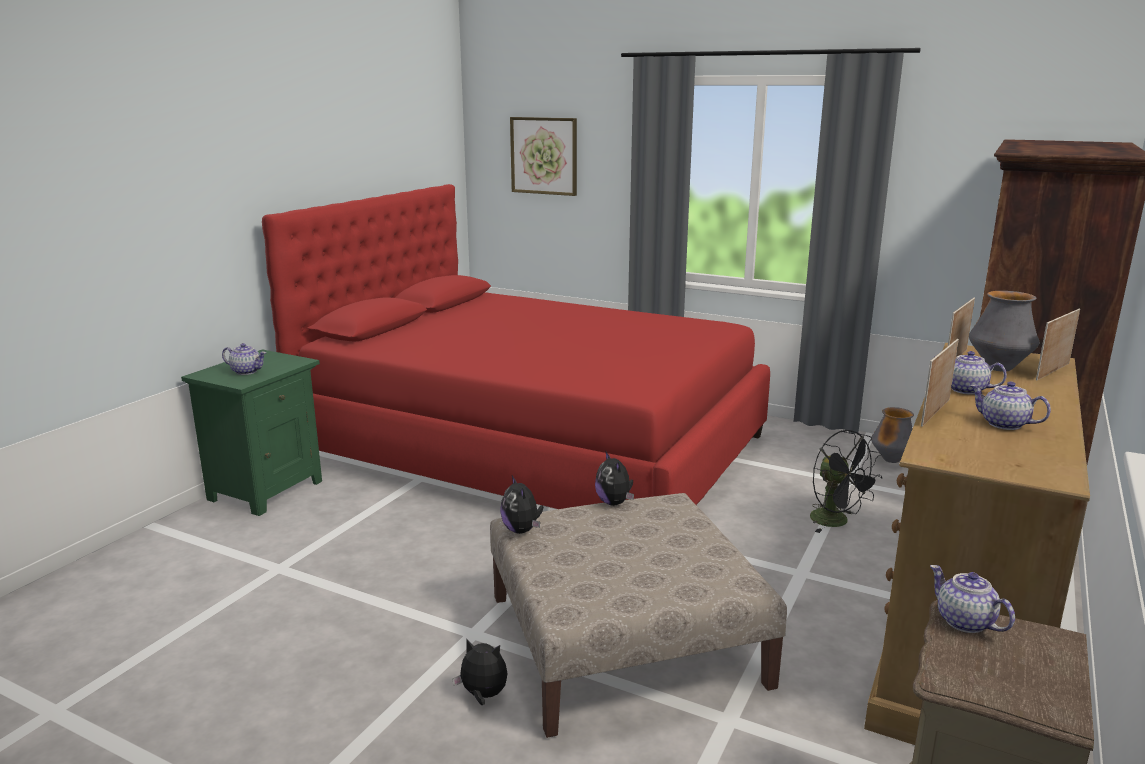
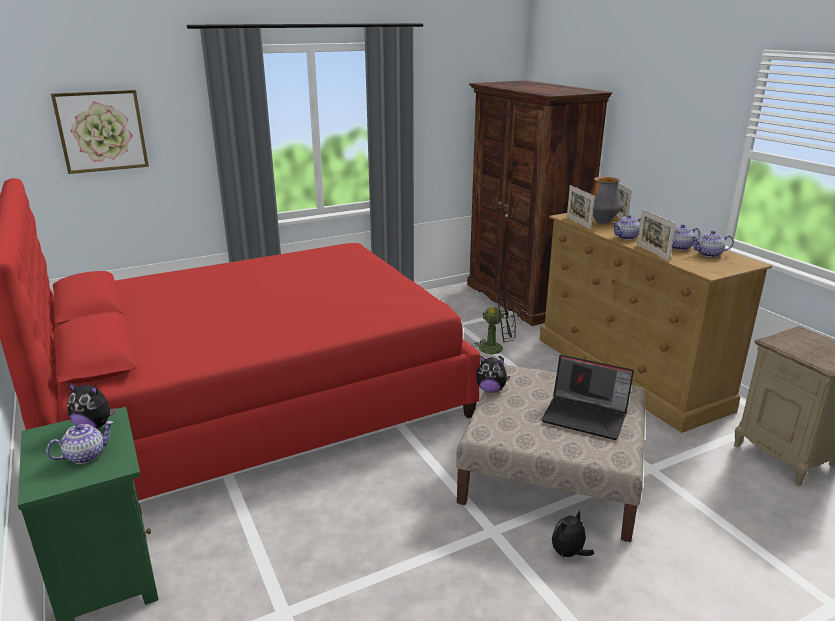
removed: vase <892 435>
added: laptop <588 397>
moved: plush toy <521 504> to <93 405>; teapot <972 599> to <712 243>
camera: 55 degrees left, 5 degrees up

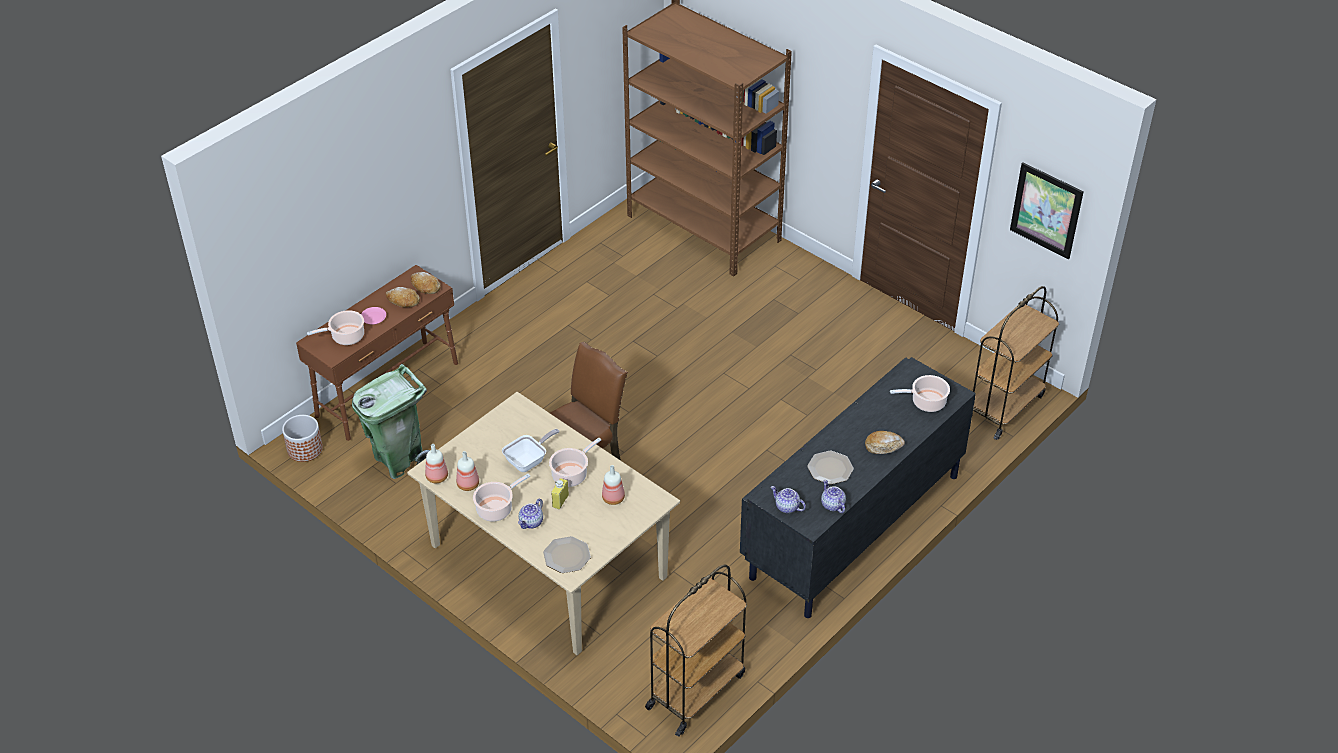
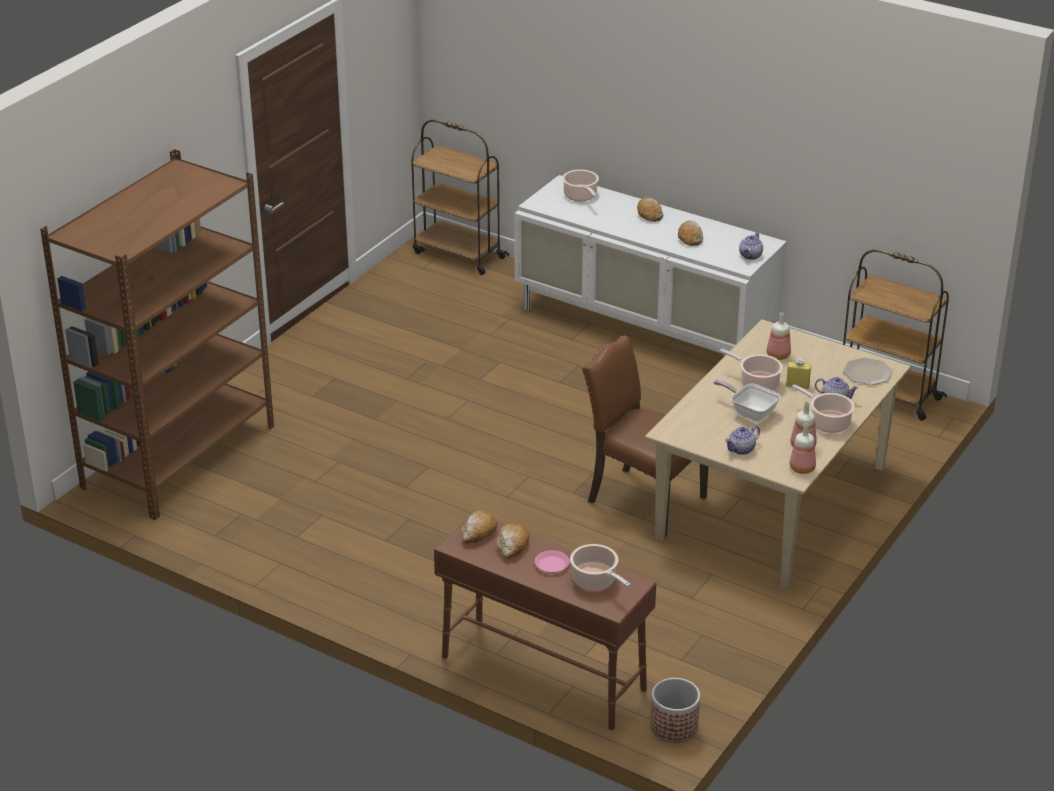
removed: green trash can <391 421>; picture <1047 211>
moved: teapot <833 496> to <742 440>
replaced: plate <830 468> to bread <690 233>
recoloured: black cabinet <858 487> to white cabinet <651 265>
camera: 100 degrees left, 10 degrees down

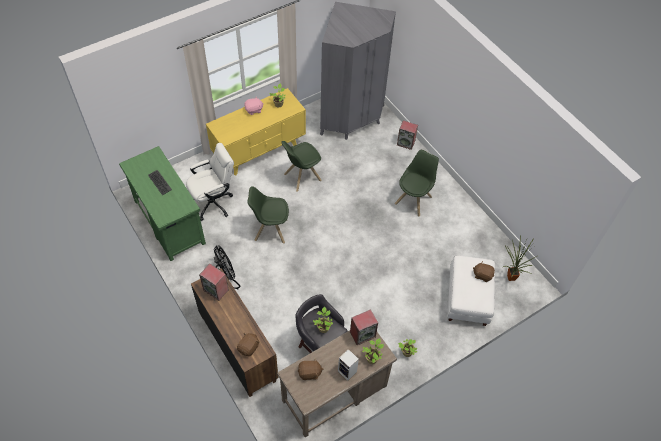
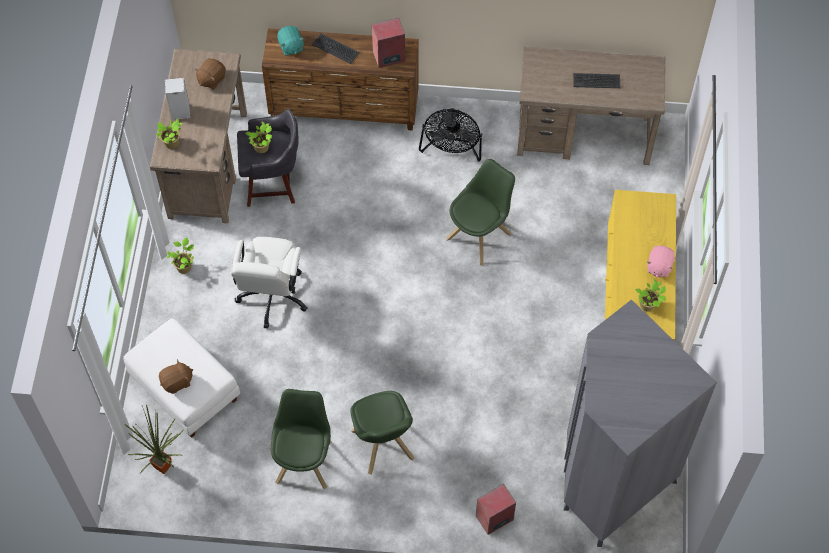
removed: speaker <364 327>
added: keyboard <336 49>
moved: white office chair <210 182> to <269 283>; green chair <301 166> to <301 439>
recoloured: green desk <162 203> to brown desk <591 106>; brown plush toy <248 344> to turquoise plush toy <291 41>
camera: 130 degrees right, 5 degrees up

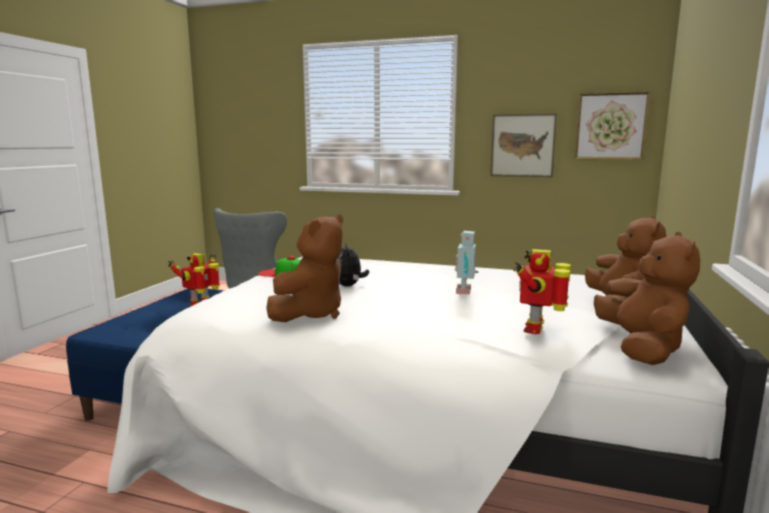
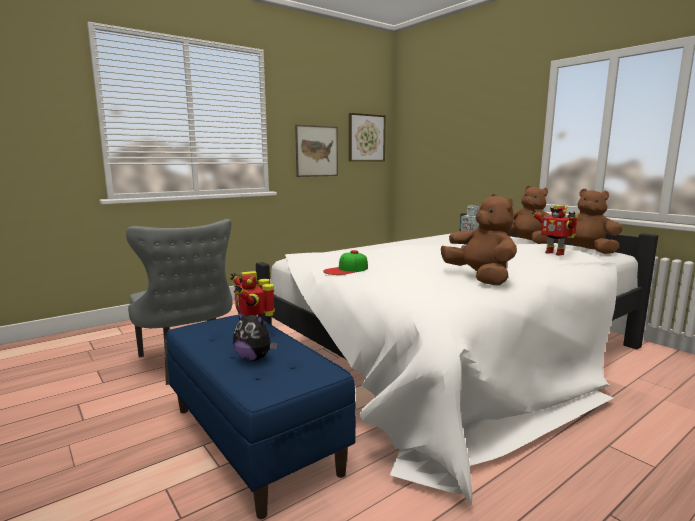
moved: plush toy <353 265> to <255 336>
camera: 55 degrees left, 0 degrees up

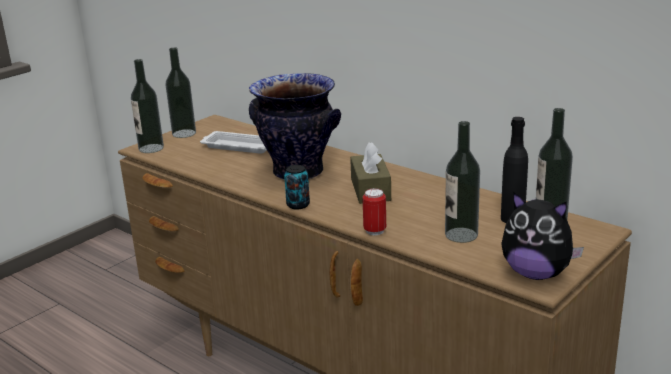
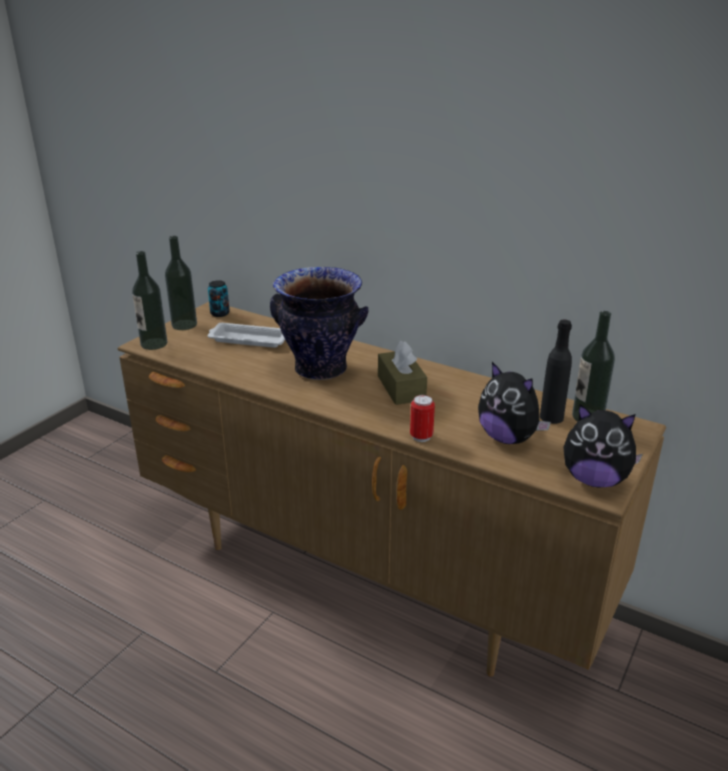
moved: can <297 187> to <219 298>
replaced: bottle <462 182> to plush toy <514 403>
camera: 10 degrees left, 5 degrees up

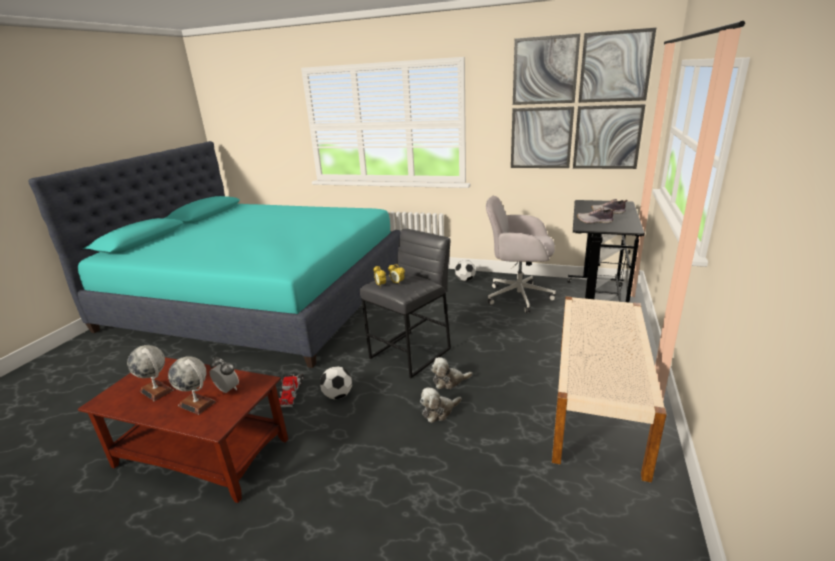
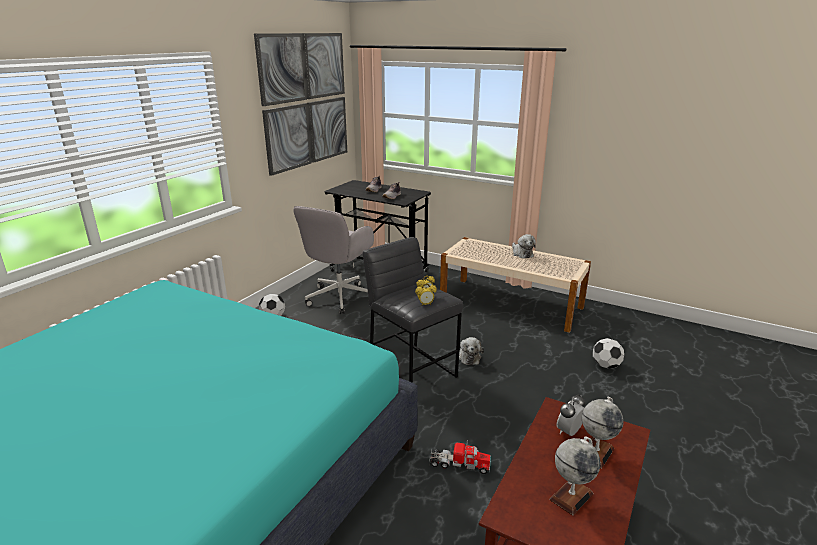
moved: football <336 382> to <608 353>; plush toy <440 405> to <524 246>
camera: 80 degrees left, 0 degrees up

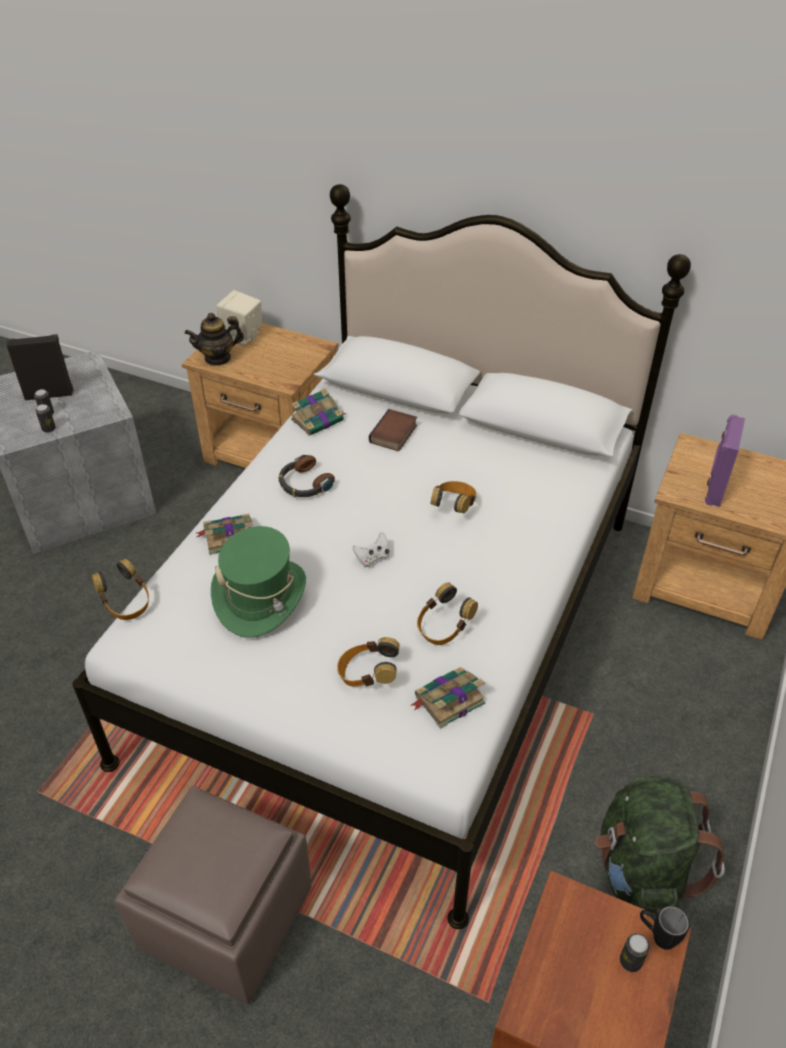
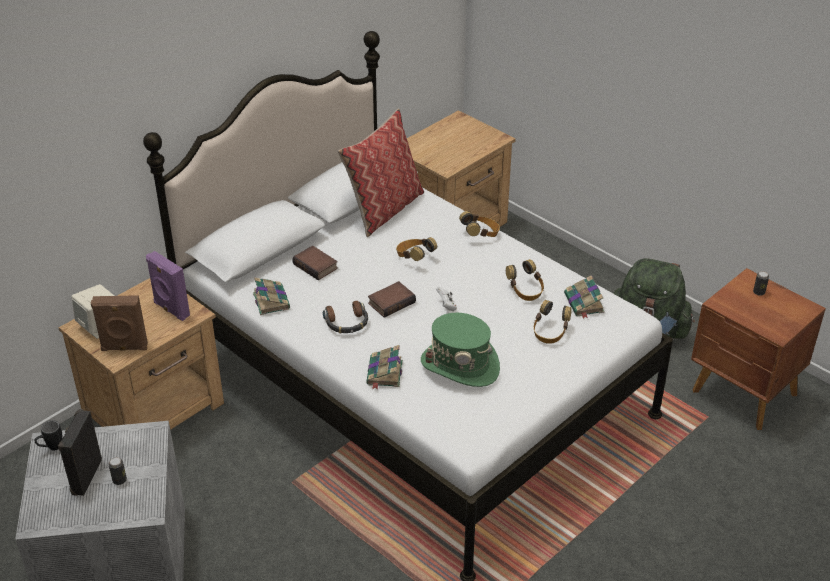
removed: can <45 418>; brown ottoman <212 895>
added: pillow <381 172>; book <392 299>
moved: headphones <120 589> to <479 224>; black mug <664 928> to <48 435>; purple speaker <725 460> to <168 286>
replaced: teapot <214 339> to brown speaker <119 323>
camera: 70 degrees left, 5 degrees down

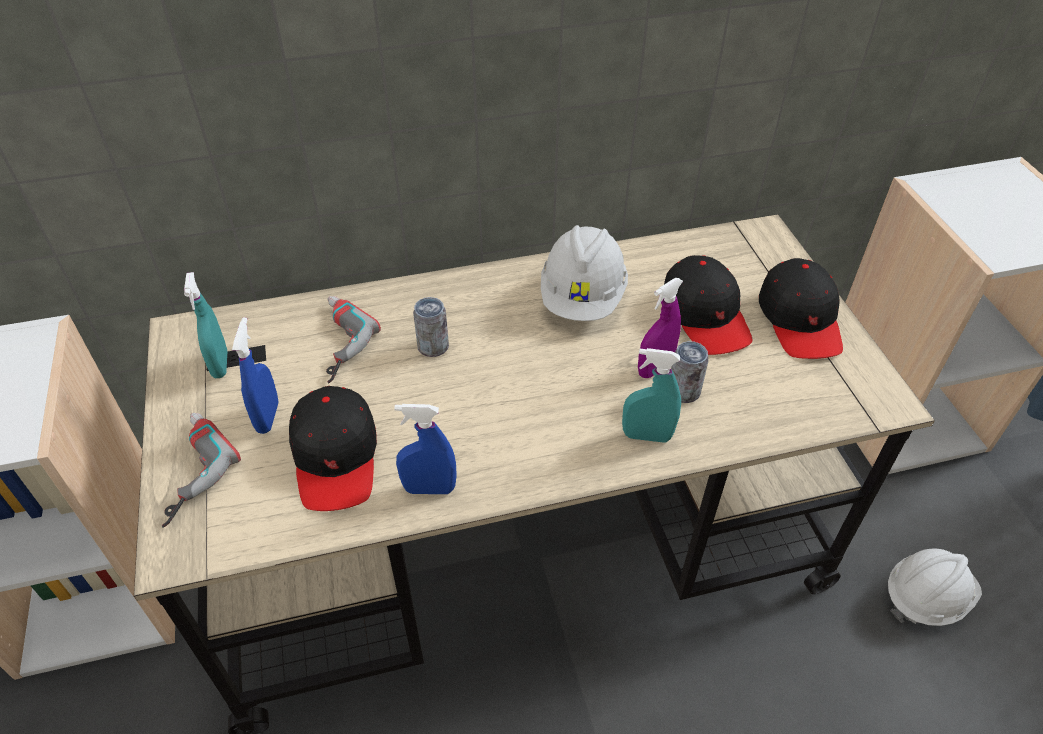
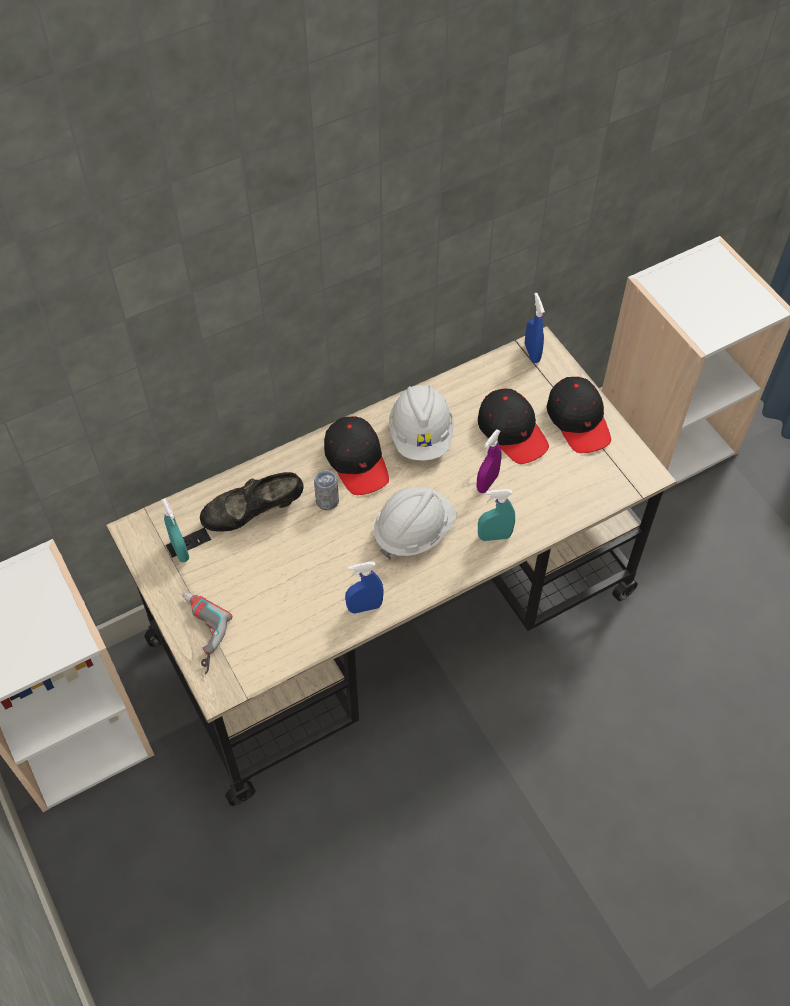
removed: can <690 372>
moved: blue spray bottle <255 375> to <535 328>; black cap <333 448> to <356 455>; white hard hat <935 587> to <415 523>
replaced: power drill <353 340> to black shoe <252 502>
camera: 15 degrees left, 10 degrees up

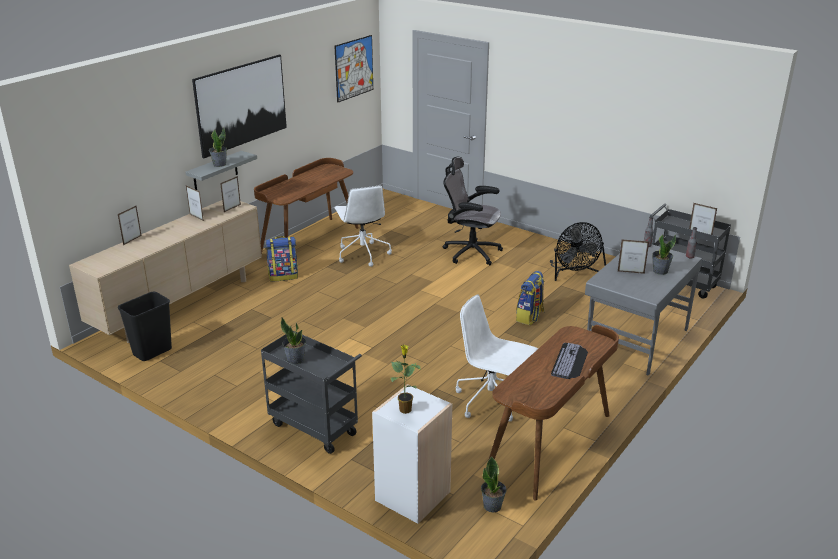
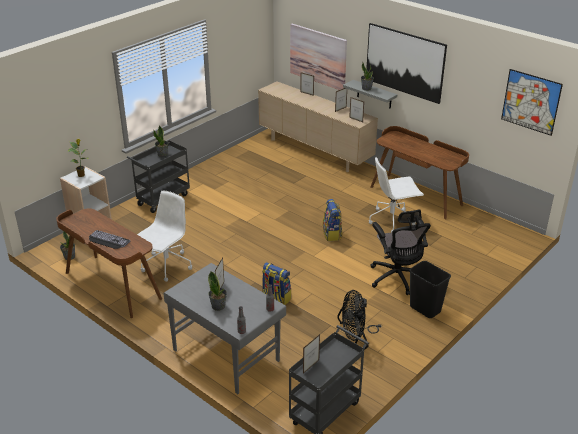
added: picture <318 57>
moved: black trash can <145 326> to <430 289>; backpack <281 258> to <332 220>
turned: office chair <473 211> = <401 252> 135 degrees clockwise
camera: 95 degrees right, 5 degrees up

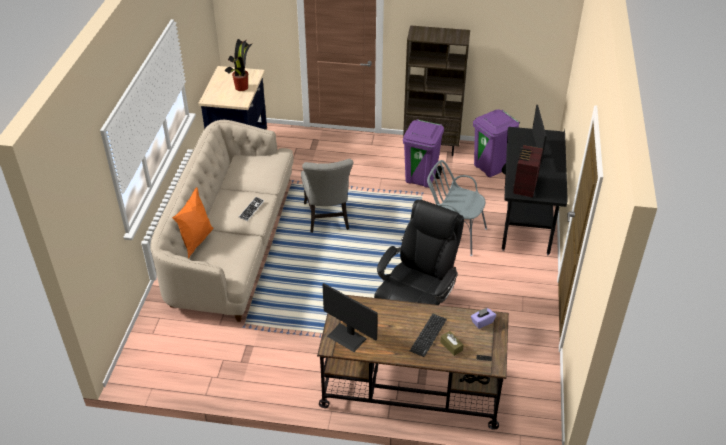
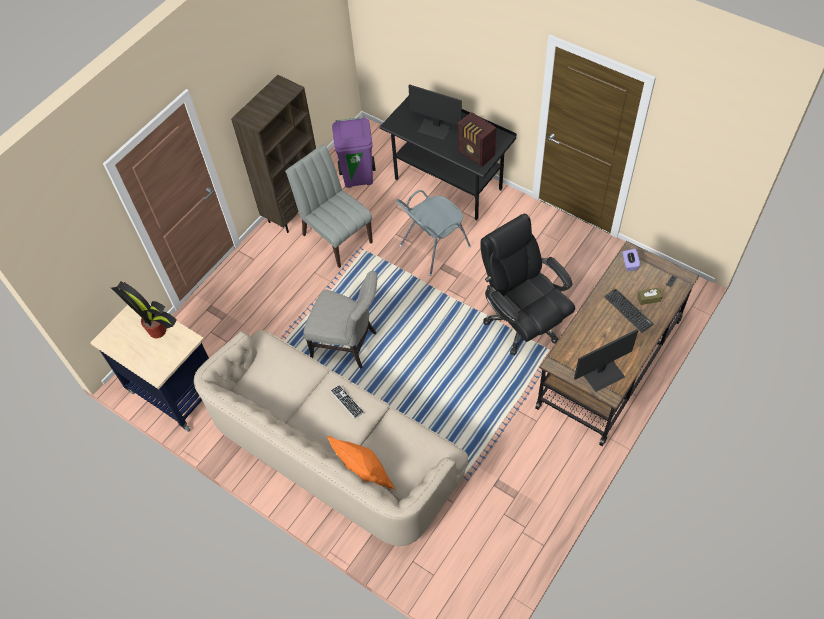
replaced: purple trash can <423 153> to grey chair <329 206>
camera: 60 degrees left, 15 degrees up

